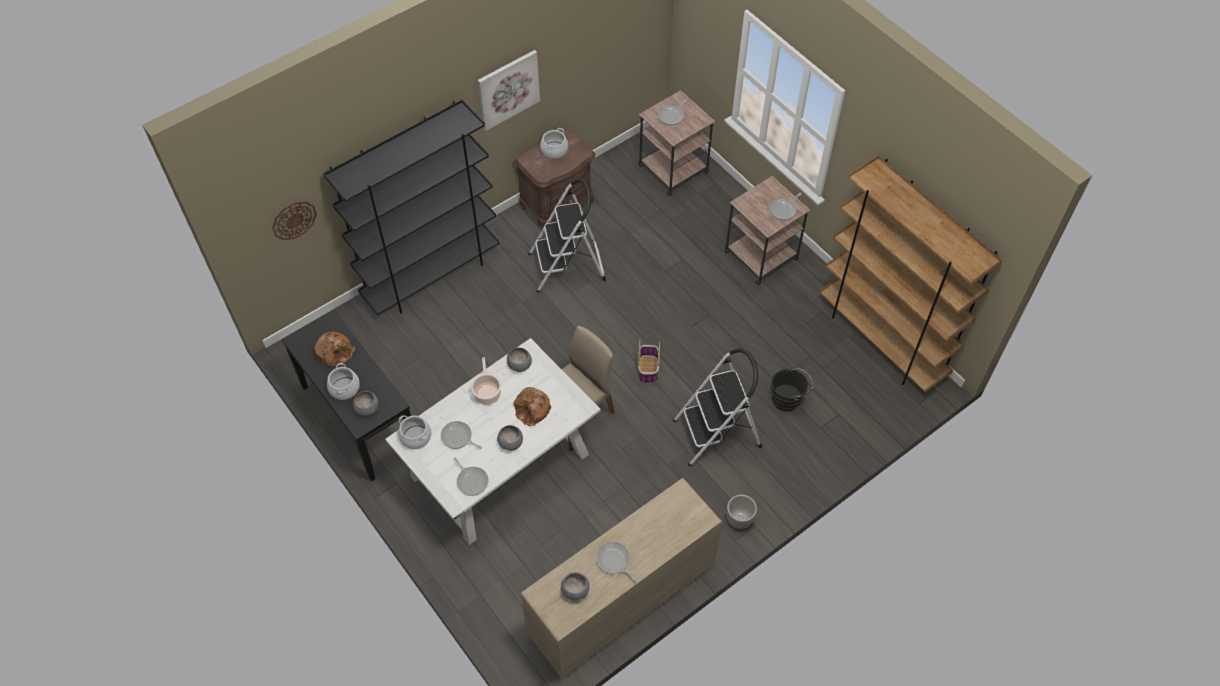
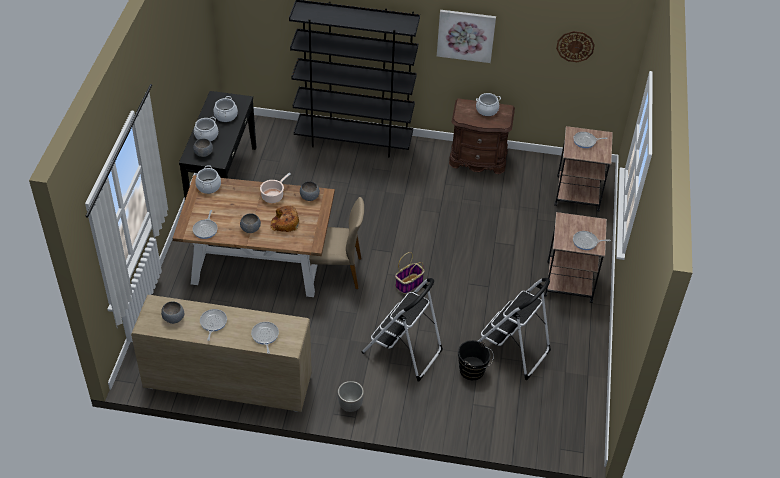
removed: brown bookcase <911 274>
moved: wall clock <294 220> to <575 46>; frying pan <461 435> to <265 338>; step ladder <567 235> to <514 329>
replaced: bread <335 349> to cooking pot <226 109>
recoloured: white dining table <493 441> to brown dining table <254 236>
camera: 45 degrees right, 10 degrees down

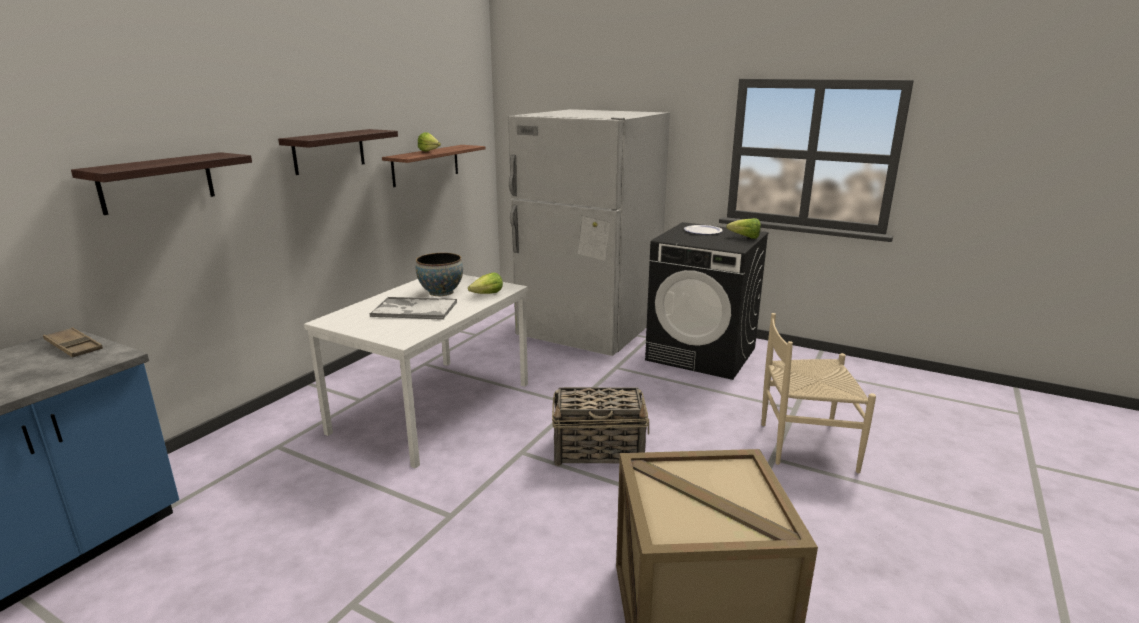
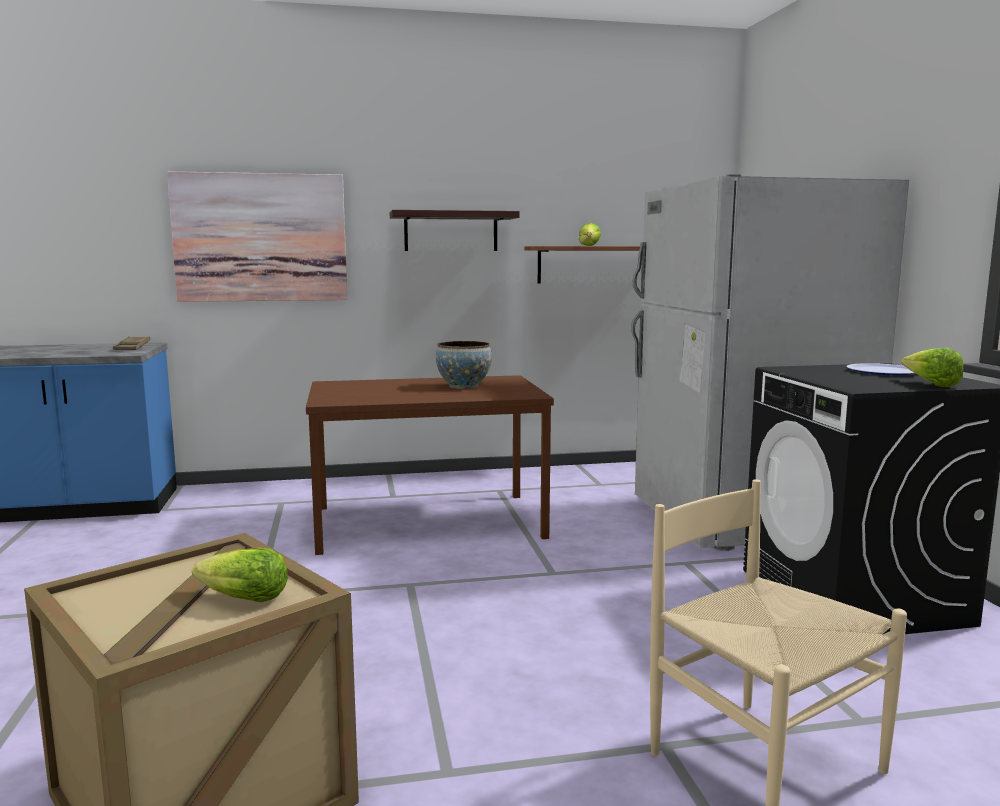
removed: tray <413 308>; basket <600 426>
moved: lettuce <485 283> to <240 575>
replaced: shelf <161 183> to picture <257 236>
recoloured: white dining table <416 372> to brown dining table <430 465>
camera: 50 degrees right, 10 degrees down

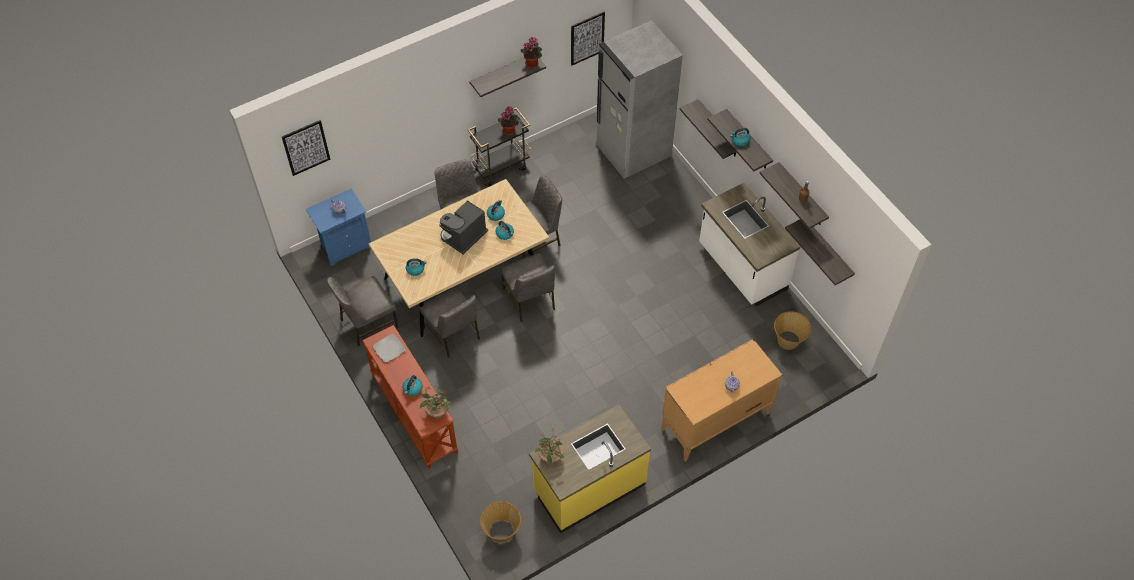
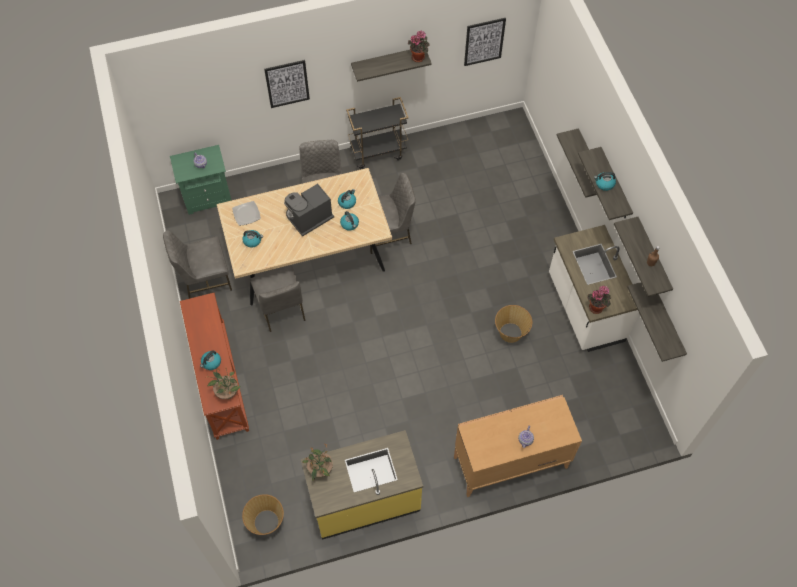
removed: grey chair <527 287>; grey fridge <639 100>
moved: picture <306 148> to <287 84>; plate <389 348> to <246 213>; potted plant <508 121> to <599 300>; basket <792 330> to <513 324>
recoloured: blue nightstand <338 227> to green nightstand <201 180>
camera: 15 degrees right, 5 degrees up

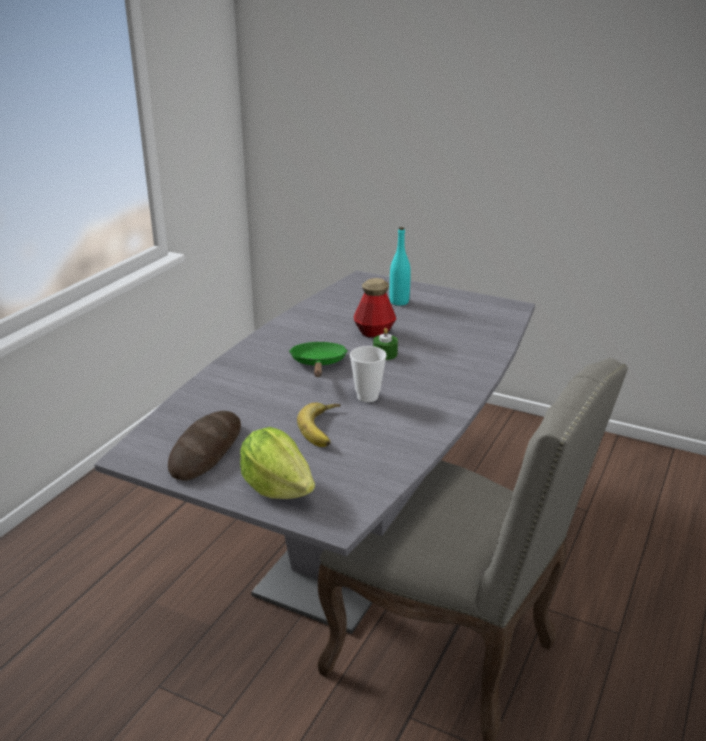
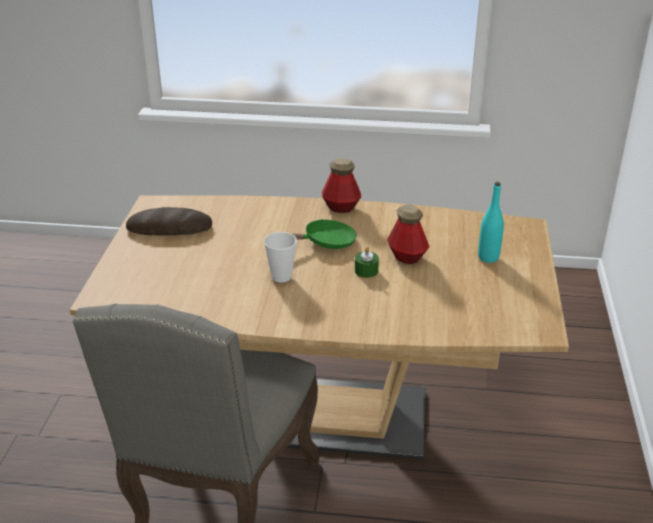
removed: lettuce <277 463>; banana <319 425>
added: bottle <341 185>
recoloured: grey dining table <314 452> to brown dining table <319 327>
camera: 70 degrees right, 5 degrees up

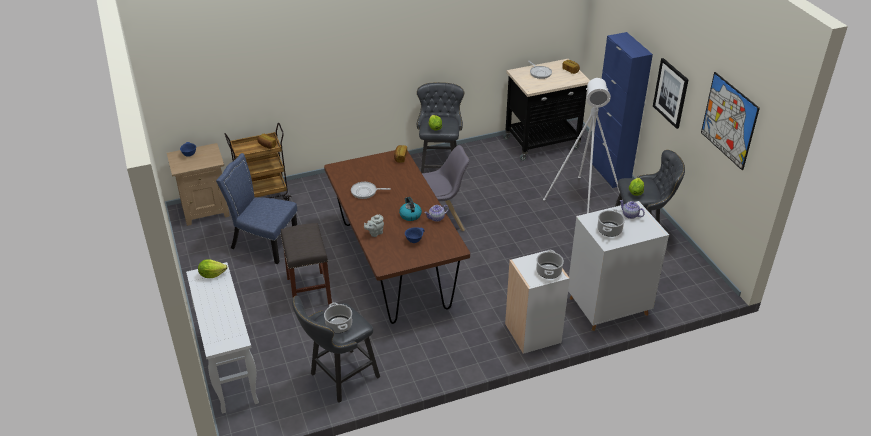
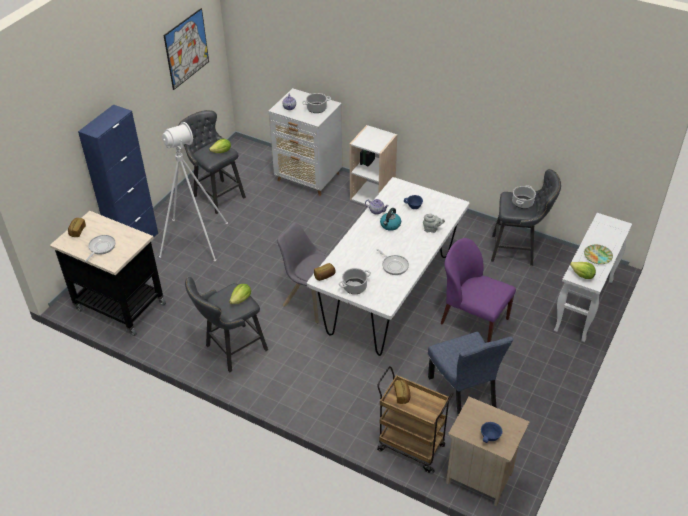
removed: picture <671 93>
added: plate <598 254>
moved: cooking pot <550 264> to <355 281>
replaced: grey stool <306 264> to purple chair <478 290>
recoloured: brown dining table <397 237> to white dining table <388 266>
camera: 130 degrees left, 5 degrees up

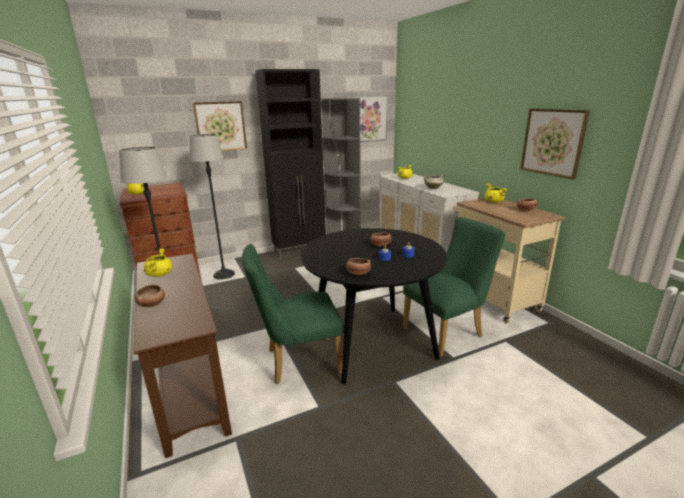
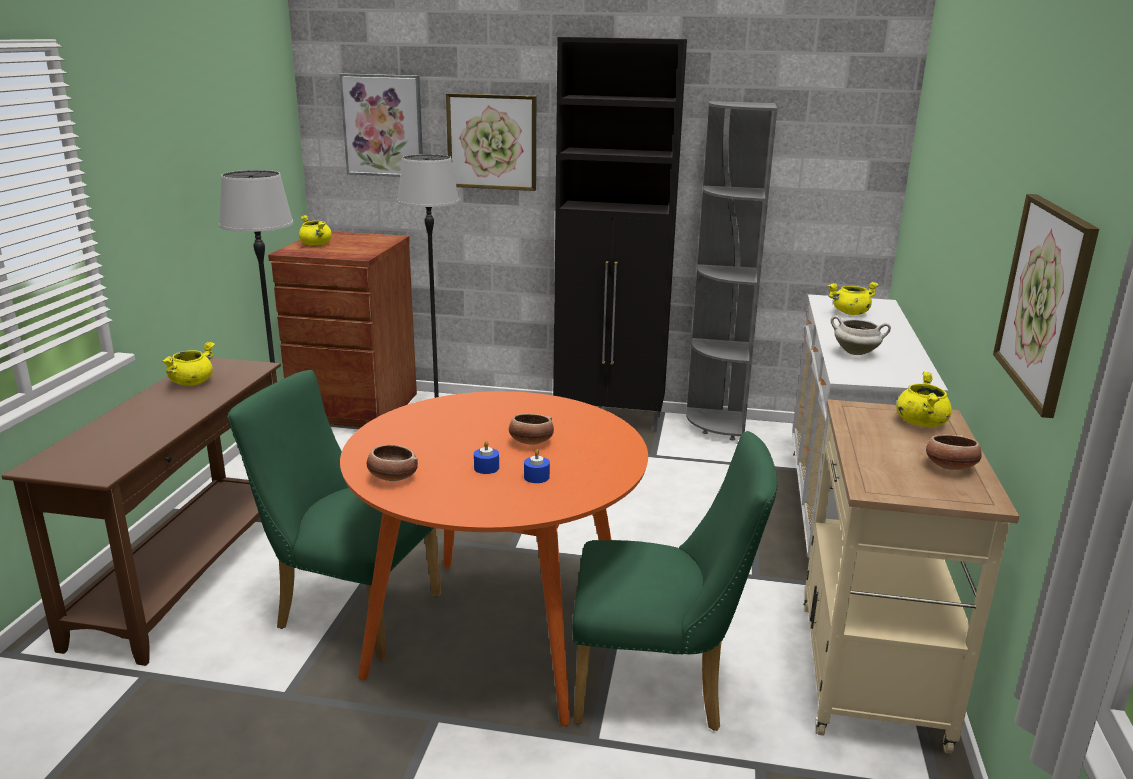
removed: bowl <150 295>
moved: picture <371 118> to <381 125>
recoloured: black dining table <373 306> to orange dining table <494 558>
camera: 35 degrees right, 0 degrees up

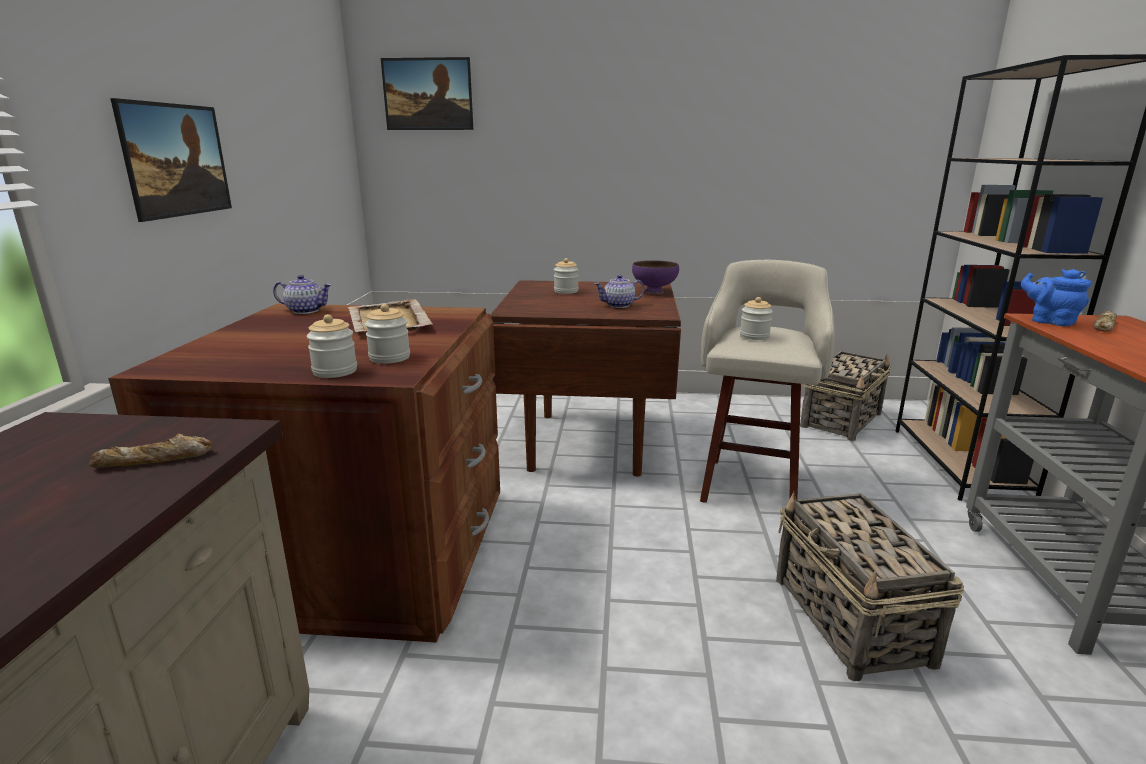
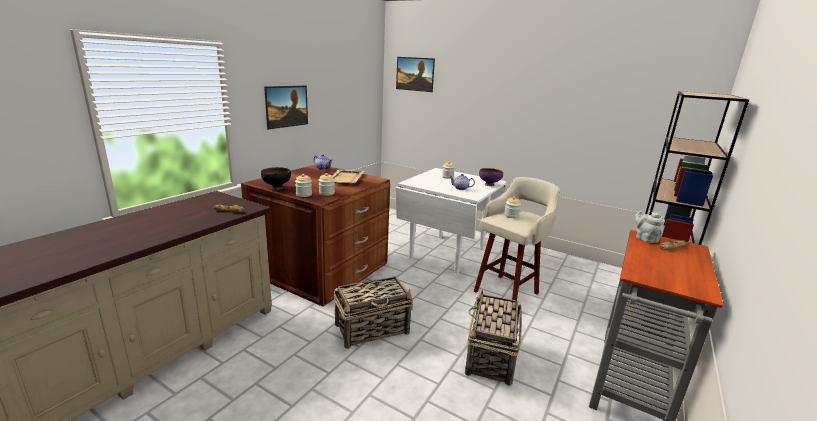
added: black bowl <276 178>
moved: basket <845 396> to <373 312>
recoloured: brown dining table <585 378> to white dining table <451 220>; blue teapot <1056 297> to grey teapot <650 226>
camera: 25 degrees right, 0 degrees up

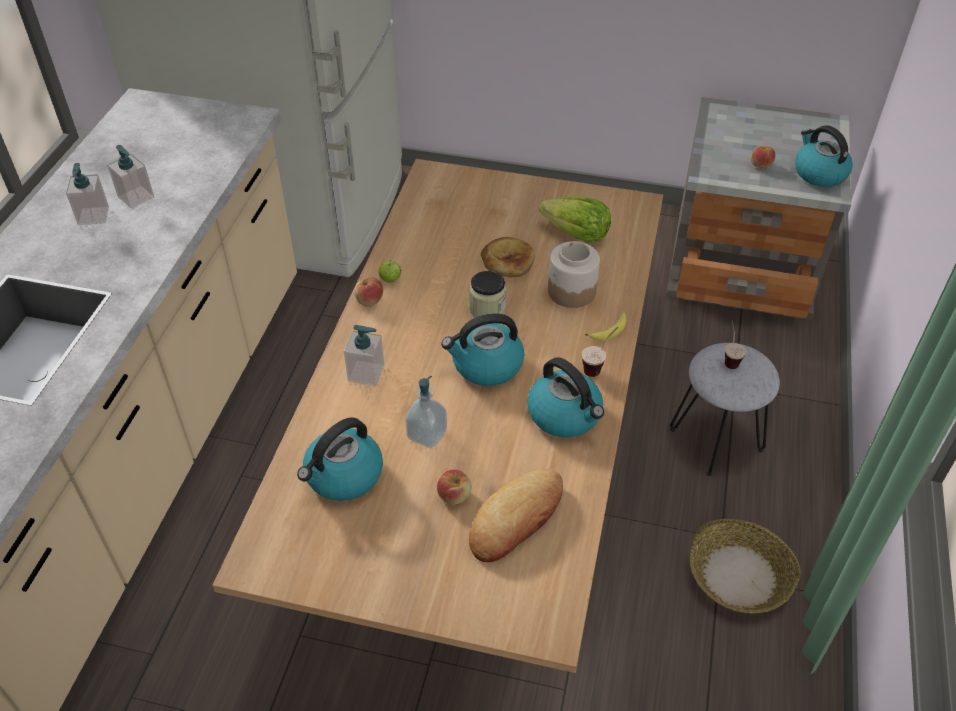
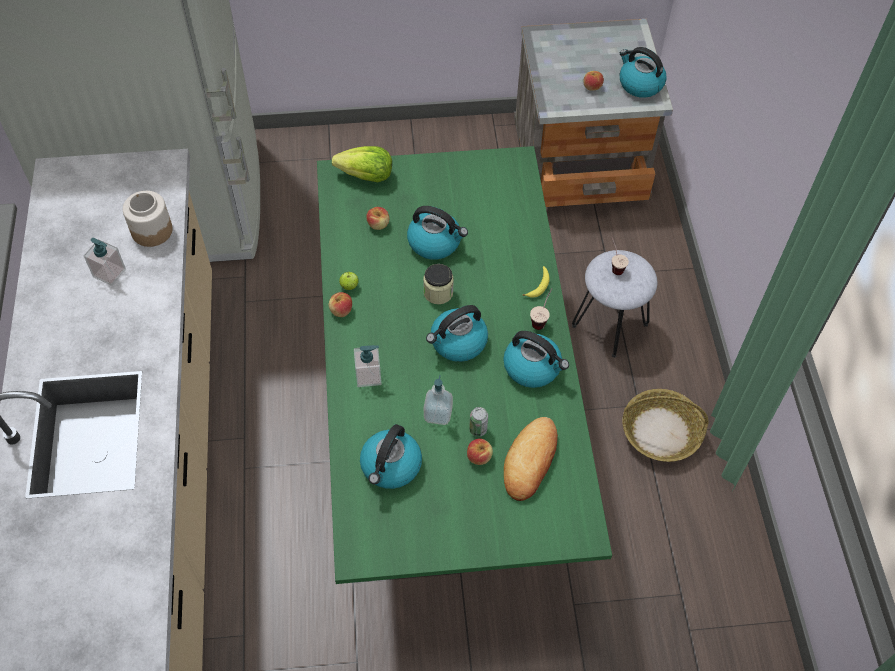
removed: soap dispenser <87 194>
added: apple <377 218>; can <478 422>
moved: lettuce <575 219> to <362 164>; jar <574 274> to <148 219>
replaced: bread <507 257> to kettle <437 233>
recoloured: beige dining table <437 416> to green dining table <464 365>
camera: 20 degrees left, 10 degrees up

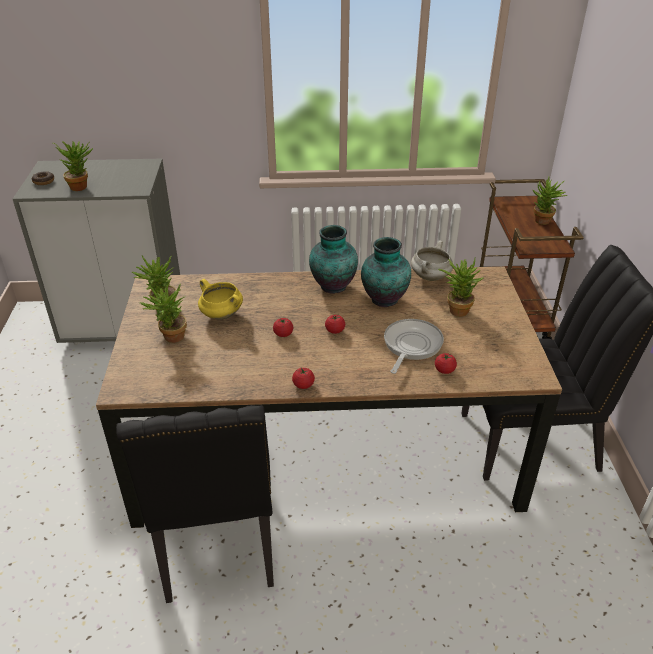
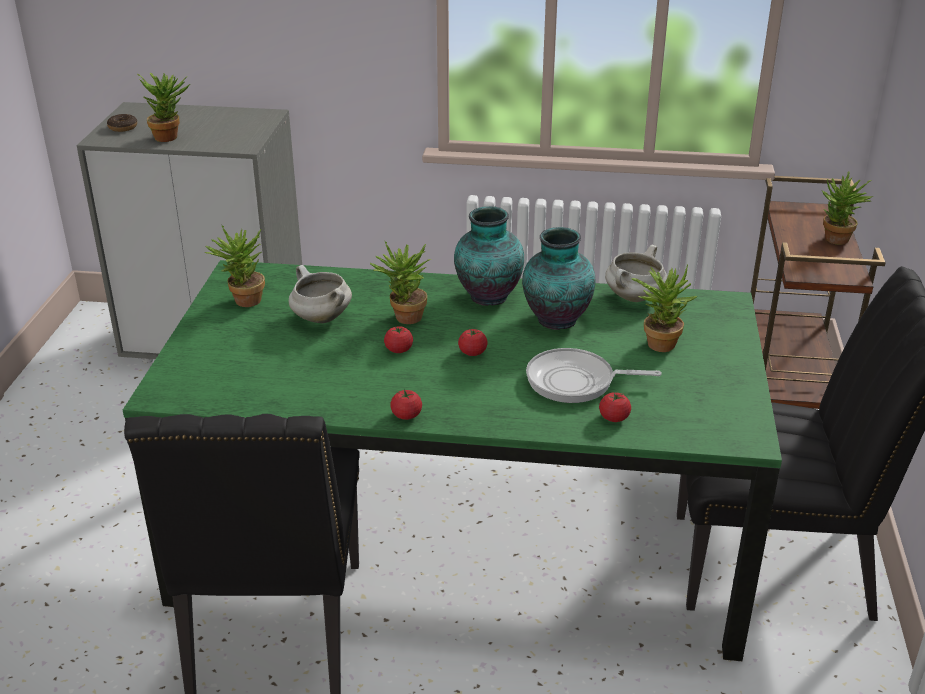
moved: potted plant <163 313> to <400 282>
recoloured: brown dining table <329 397> to green dining table <452 460>; yellow cooking pot <220 299> to white cooking pot <320 294>
turned: frying pan <414 346> = <594 375> 120 degrees counterclockwise
camera: 10 degrees right, 5 degrees down

